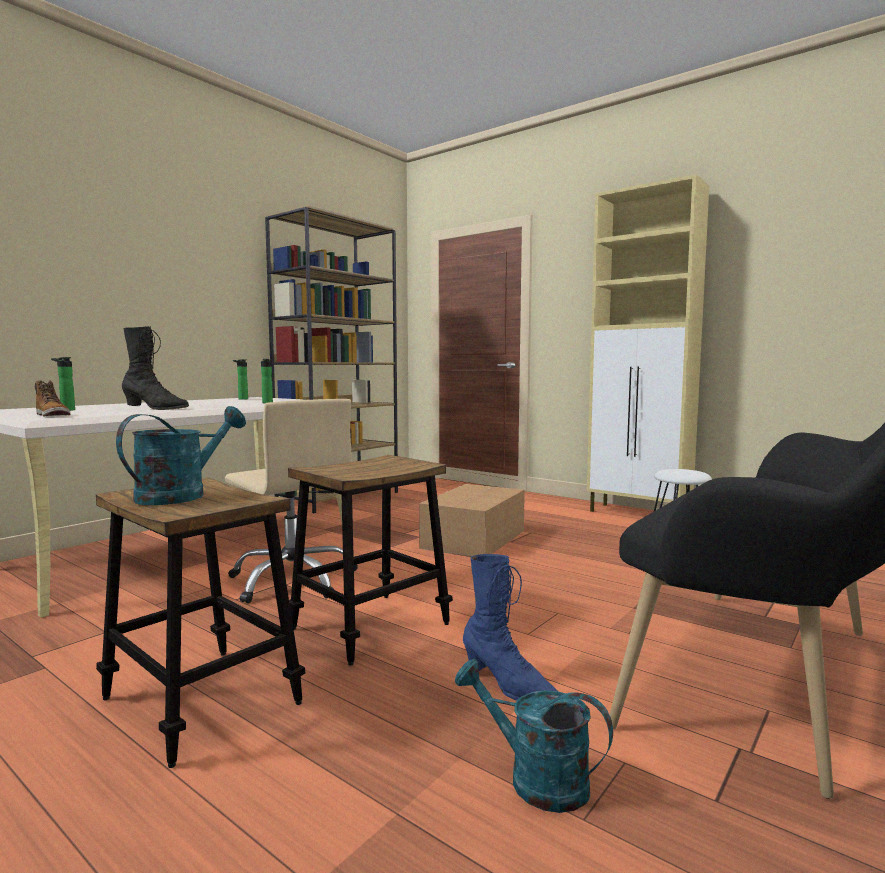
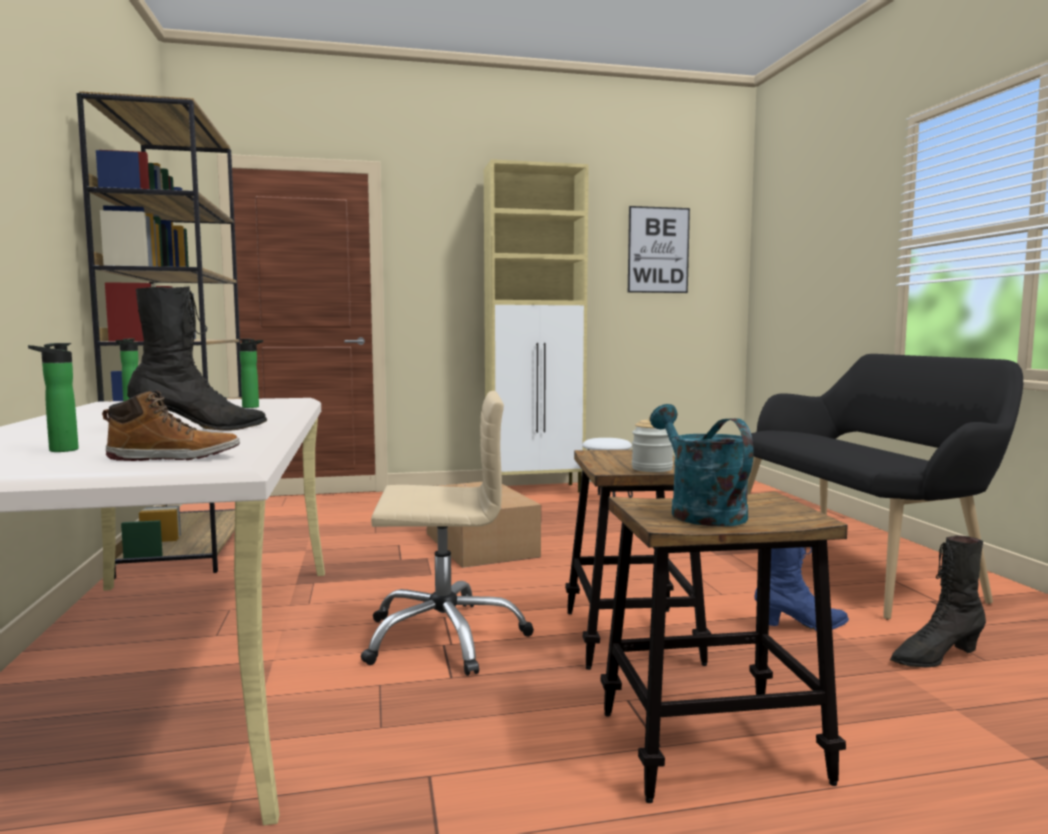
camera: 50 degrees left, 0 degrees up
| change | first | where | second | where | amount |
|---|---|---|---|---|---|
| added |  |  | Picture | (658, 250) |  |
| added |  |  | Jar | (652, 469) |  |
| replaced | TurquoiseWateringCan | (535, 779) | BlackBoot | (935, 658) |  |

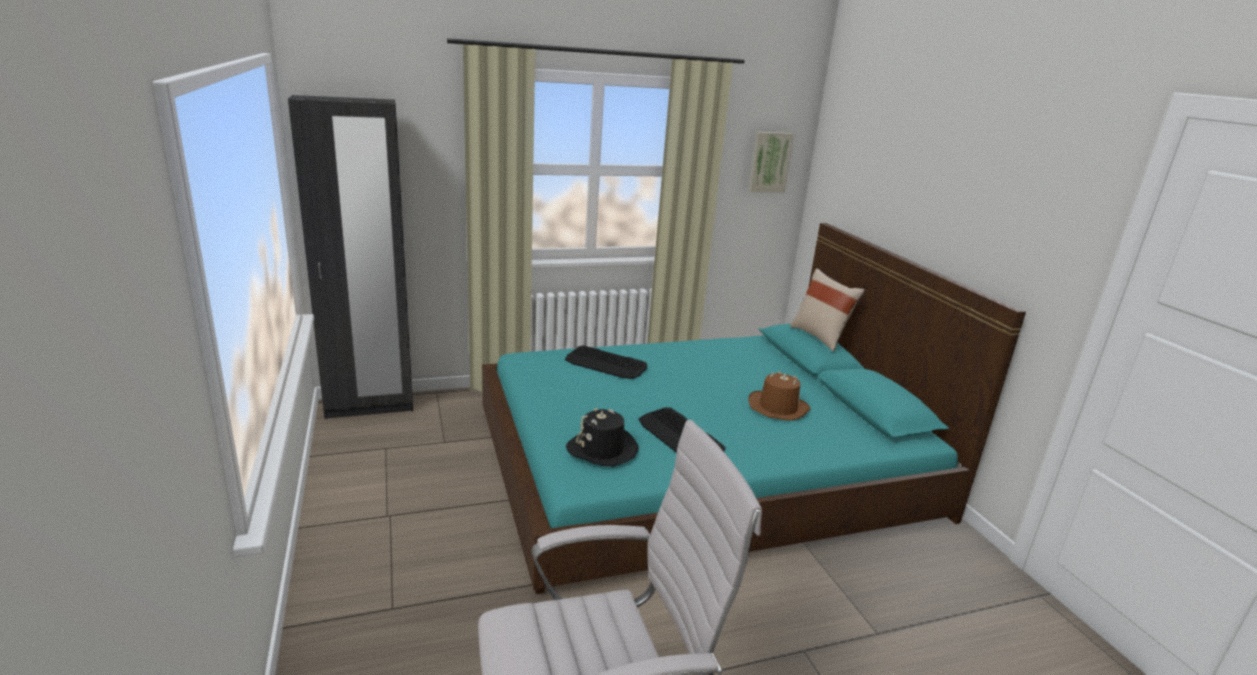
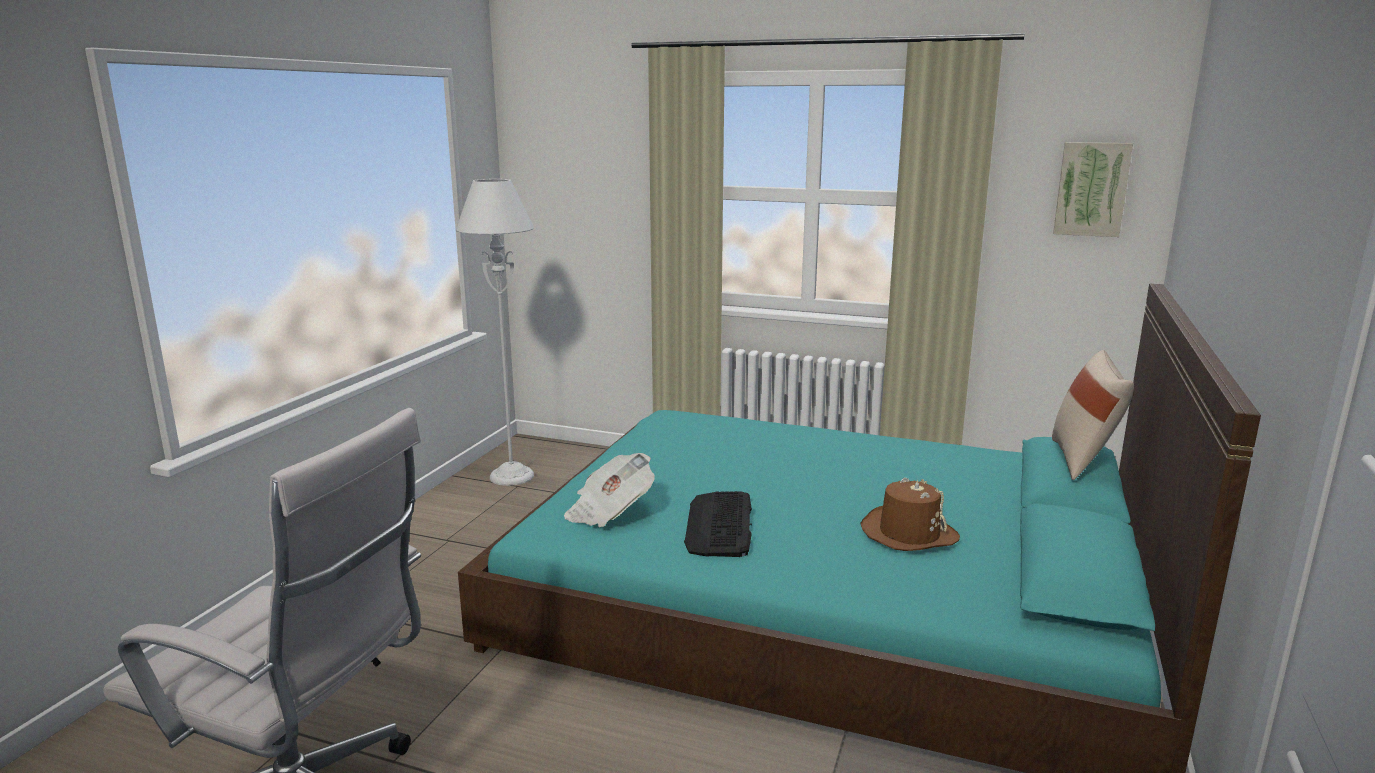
camera: 40 degrees right, 5 degrees down
| change | first | where | second | where | amount |
|---|---|---|---|---|---|
| added |  |  | GreyFloorLamp | (512, 476) |  |
| replaced | BlackHat | (602, 449) | Newspaper | (609, 512) |  |
| removed | BlackWardrobe | (369, 407) |  |  |  |
| removed | Keyboard | (606, 364) |  |  |  |

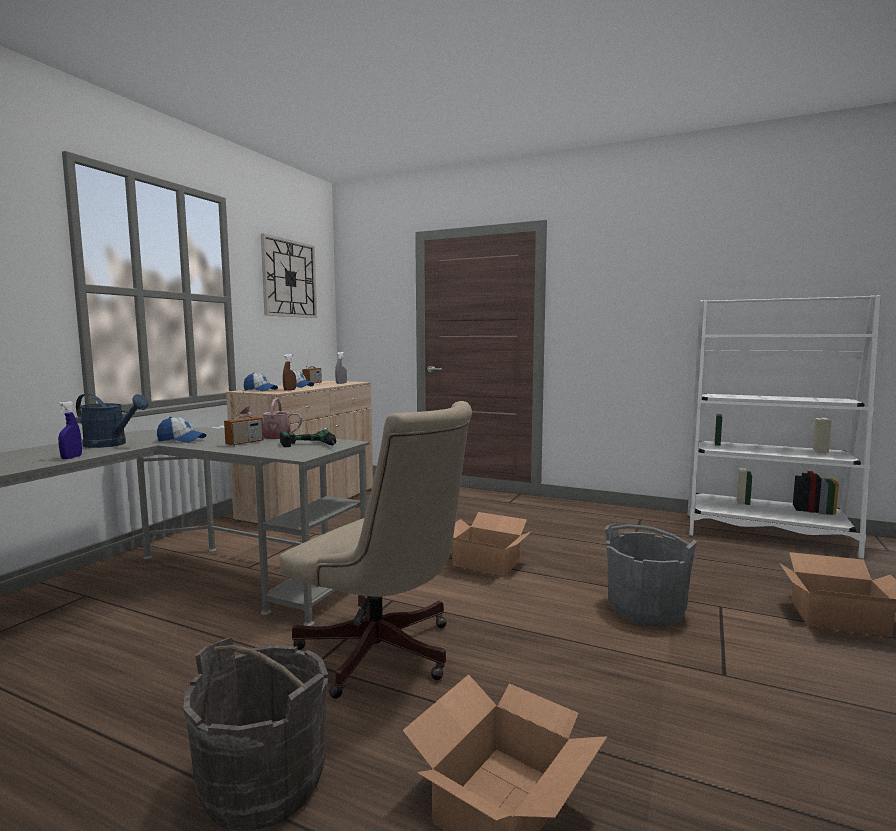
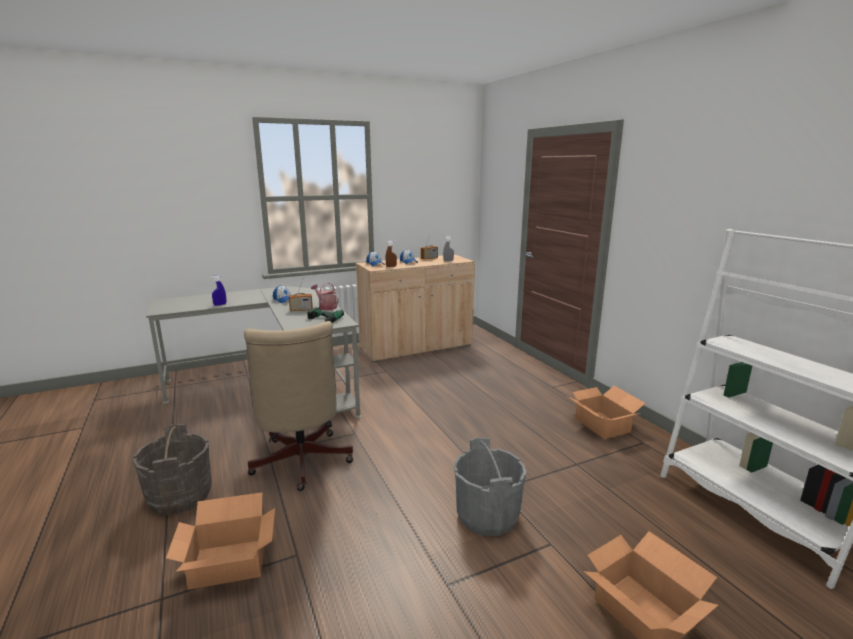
camera: 40 degrees right, 10 degrees up
| change | first | where | second | where | amount |
|---|---|---|---|---|---|
| moved | CardboardBox | (486, 562) |  | (602, 424) |  |
| removed | BlueWateringCan | (111, 444) |  |  |  |
| removed | WallClock | (289, 278) |  |  |  |

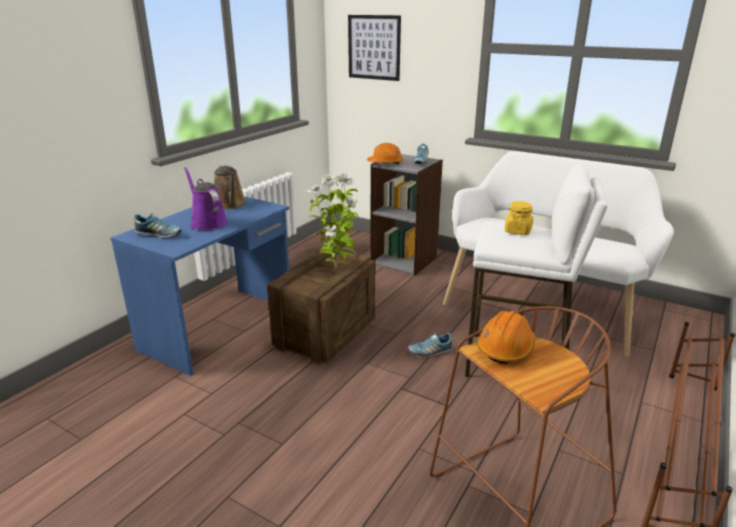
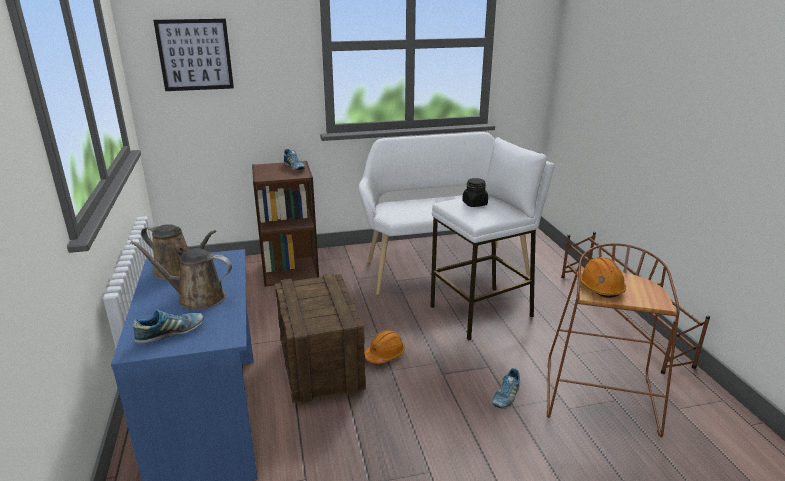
camera: 45 degrees left, 0 degrees up
| change | first | where | second | where | amount |
|---|---|---|---|---|---|
| recoloured | PurpleWateringCan | (207, 222) | BrownWateringCan | (197, 297) |  |
| recoloured | GreyBookcase | (404, 260) | BrownBookcase | (290, 270) |  |
| moved | OrangeHardHat | (385, 163) |  | (385, 354) |  |
| recoloured | YellowJar | (518, 231) | BlackJar | (474, 204) |  |
| moved | Shoe | (429, 352) |  | (505, 396) |  |
| removed | PottedPlant | (336, 268) |  |  |  |

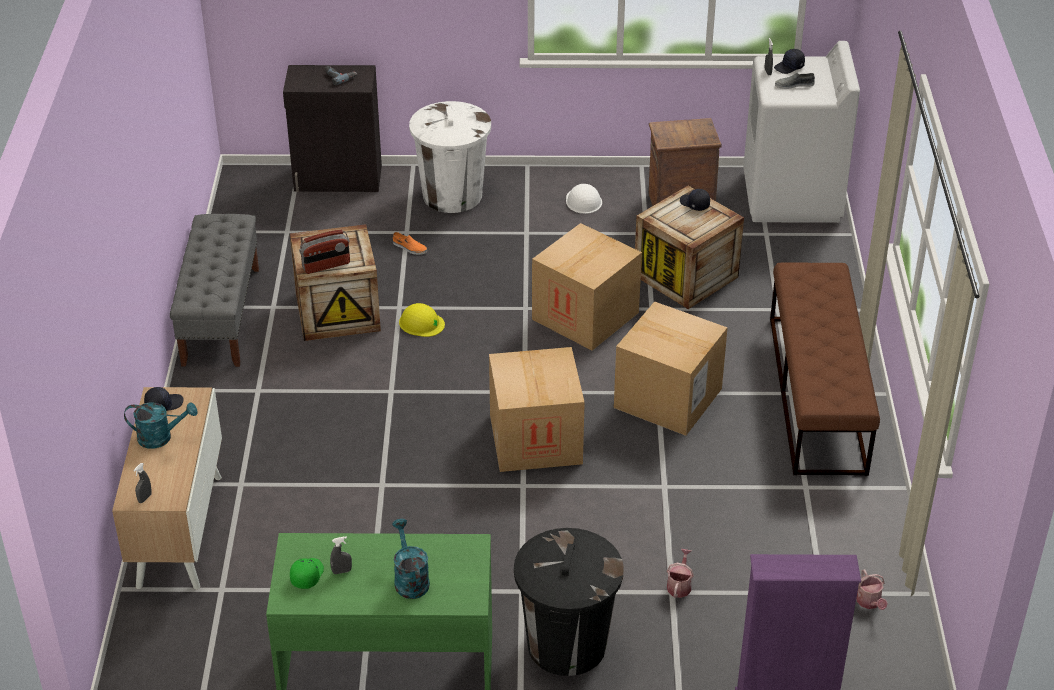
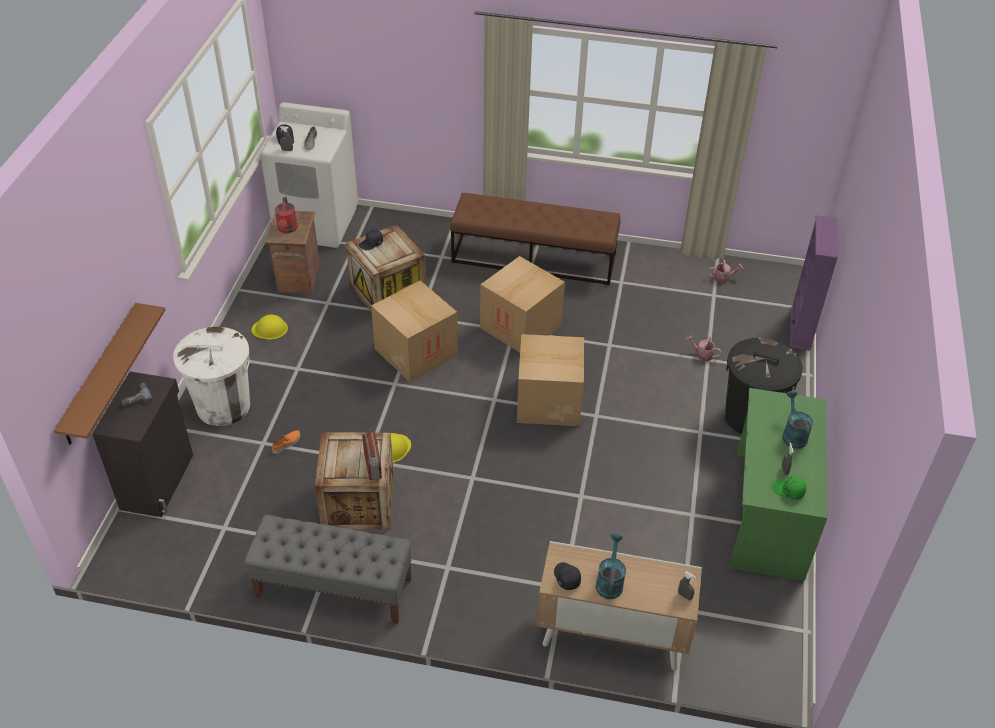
camera: 80 degrees left, 5 degrees up
| change | first | where | second | where | amount |
|---|---|---|---|---|---|
| added |  |  | BrownShelf | (100, 375) |  |
| recoloured | WhiteHardHat | (583, 201) | YellowHardHat | (270, 329) |  |
| added |  |  | RedWateringCan | (287, 229) |  |
| turned | TurquoiseWateringCan | (409, 579) |  | (793, 434) | 90 degrees clockwise |

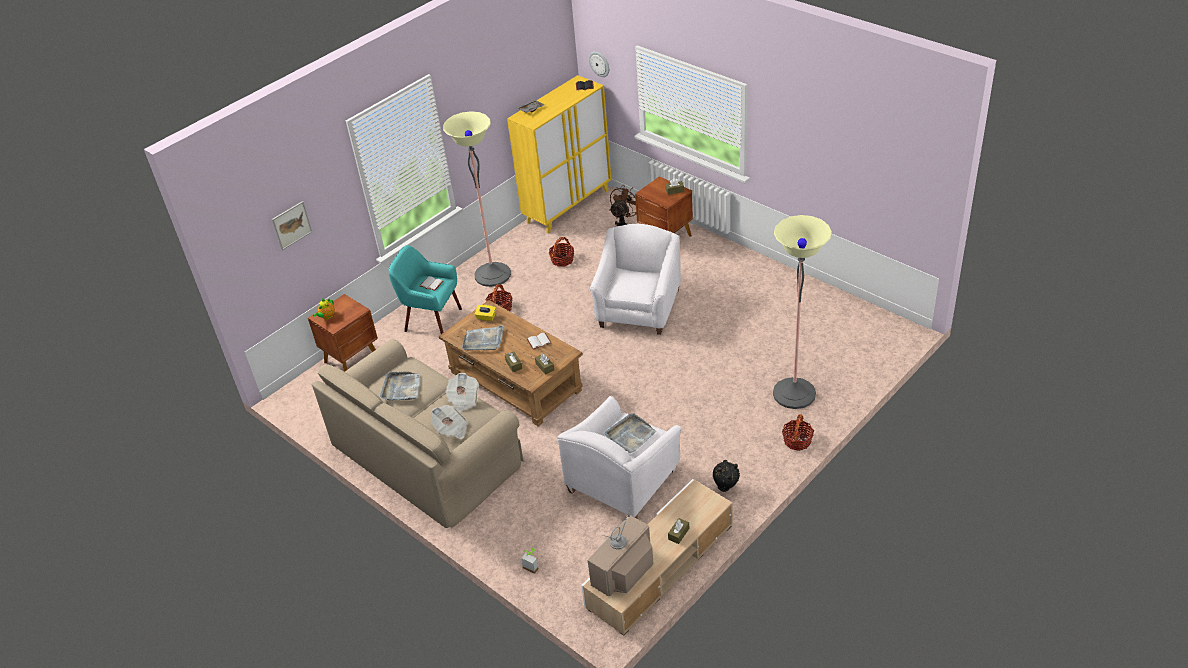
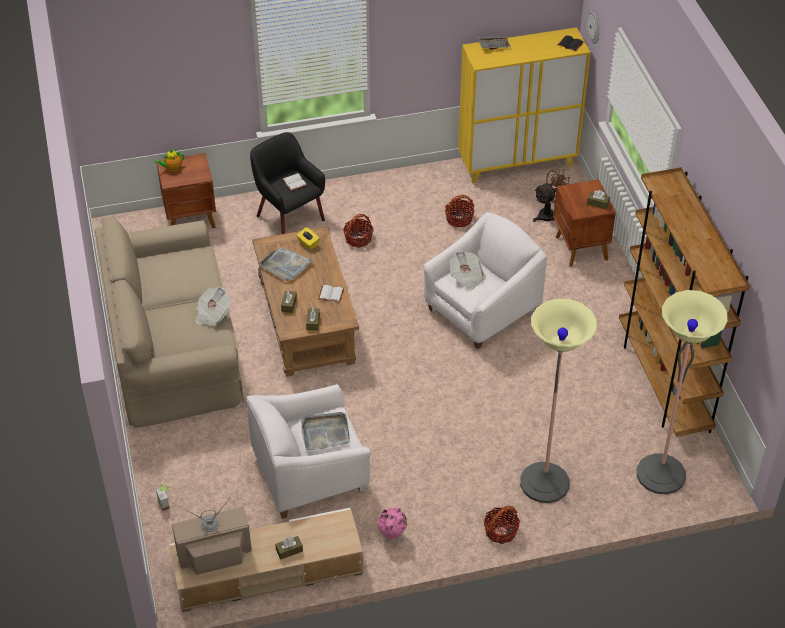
camera: 30 degrees right, 5 degrees up
| change | first | where | second | where | amount |
|---|---|---|---|---|---|
| recoloured | TurquoiseArmchair | (432, 320) | BlackArmchair | (289, 218) |  |
| recoloured | BlackVase | (726, 488) | PinkVase | (392, 535) |  |
| moved | Newspaper | (451, 429) |  | (466, 277) |  |
| added |  |  | BrownBookcase | (663, 382) |  |
| moved | FloorLamp | (492, 275) |  | (660, 474) |  |
| removed | Picture | (291, 225) |  |  |  |
| removed | GreyTray | (401, 388) |  |  |  |

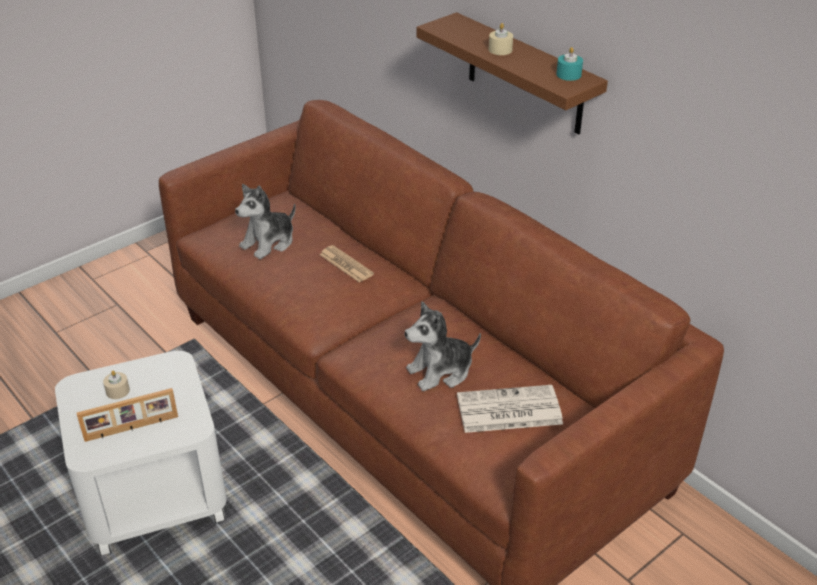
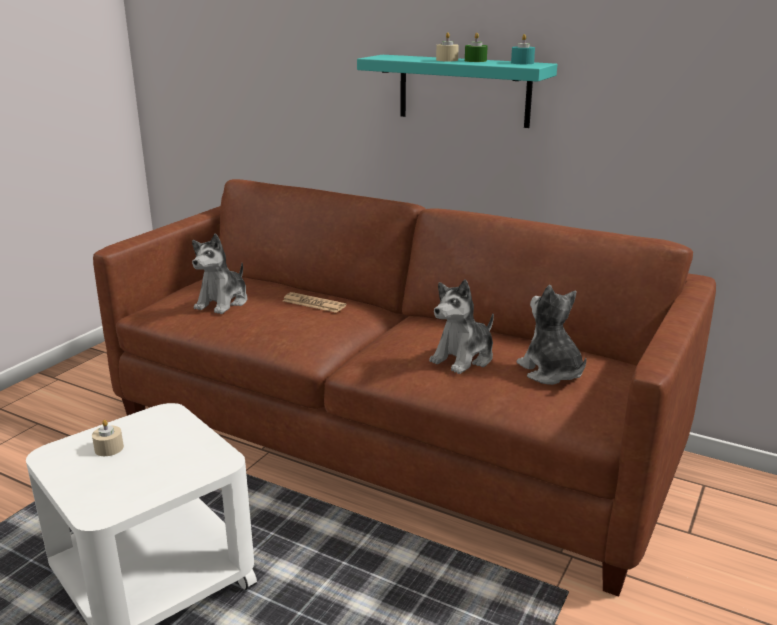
camera: 20 degrees left, 15 degrees down
| change | first | where | second | where | amount |
|---|---|---|---|---|---|
| recoloured | BrownShelf | (525, 75) | TurquoiseShelf | (463, 90) |  |
| added |  |  | GreenCandle | (475, 61) |  |
| replaced | Newspaper | (507, 410) | PlushToy | (551, 372) |  |
| removed | PictureFrame | (132, 429) |  |  |  |

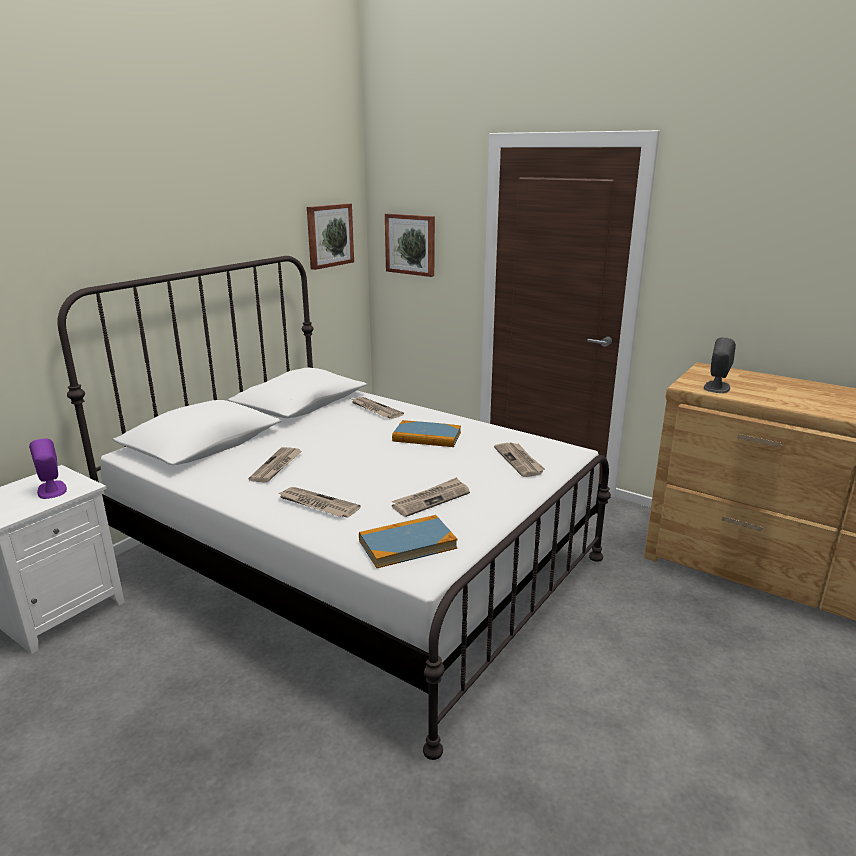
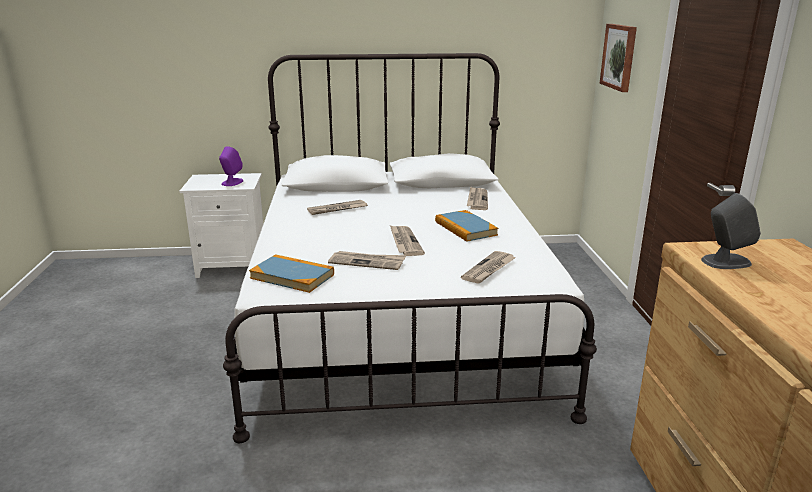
camera: 50 degrees right, 0 degrees up
| change | first | where | second | where | amount |
|---|---|---|---|---|---|
| moved | Newspaper | (317, 504) |  | (404, 242) |  |
| removed | Picture | (329, 235) |  |  |  |

